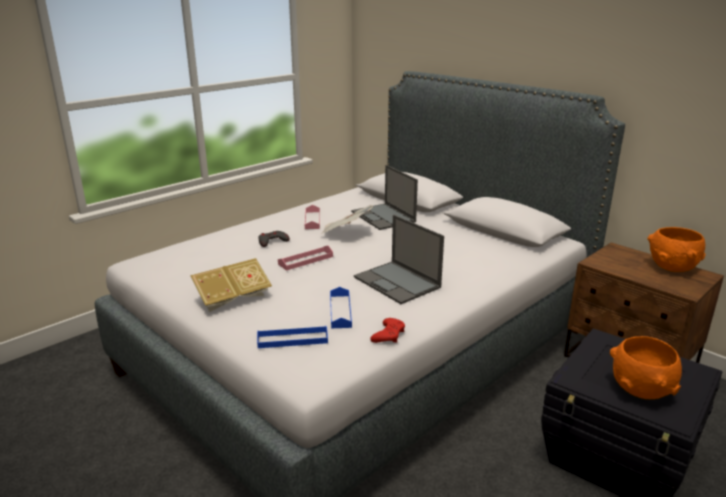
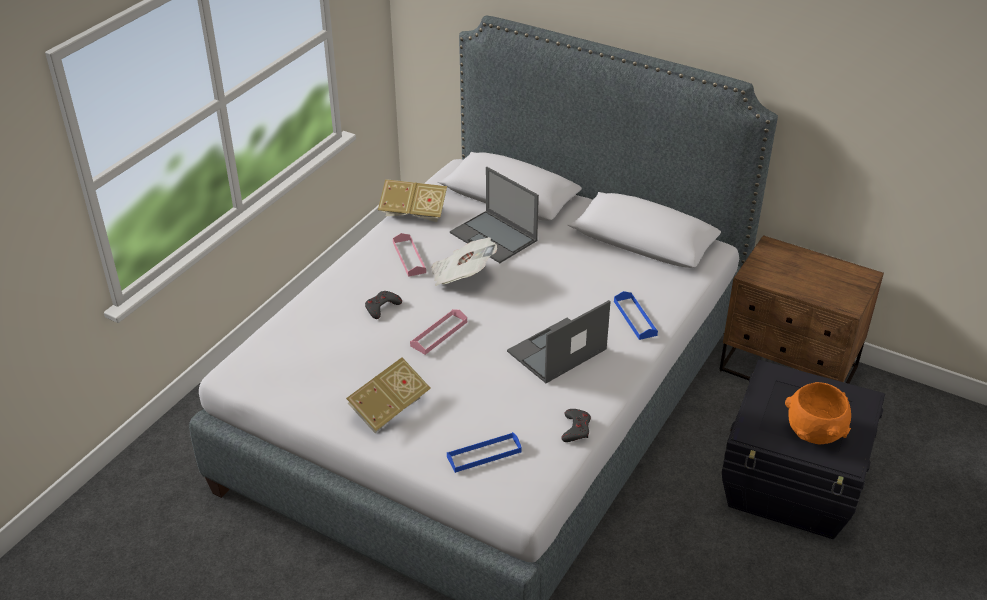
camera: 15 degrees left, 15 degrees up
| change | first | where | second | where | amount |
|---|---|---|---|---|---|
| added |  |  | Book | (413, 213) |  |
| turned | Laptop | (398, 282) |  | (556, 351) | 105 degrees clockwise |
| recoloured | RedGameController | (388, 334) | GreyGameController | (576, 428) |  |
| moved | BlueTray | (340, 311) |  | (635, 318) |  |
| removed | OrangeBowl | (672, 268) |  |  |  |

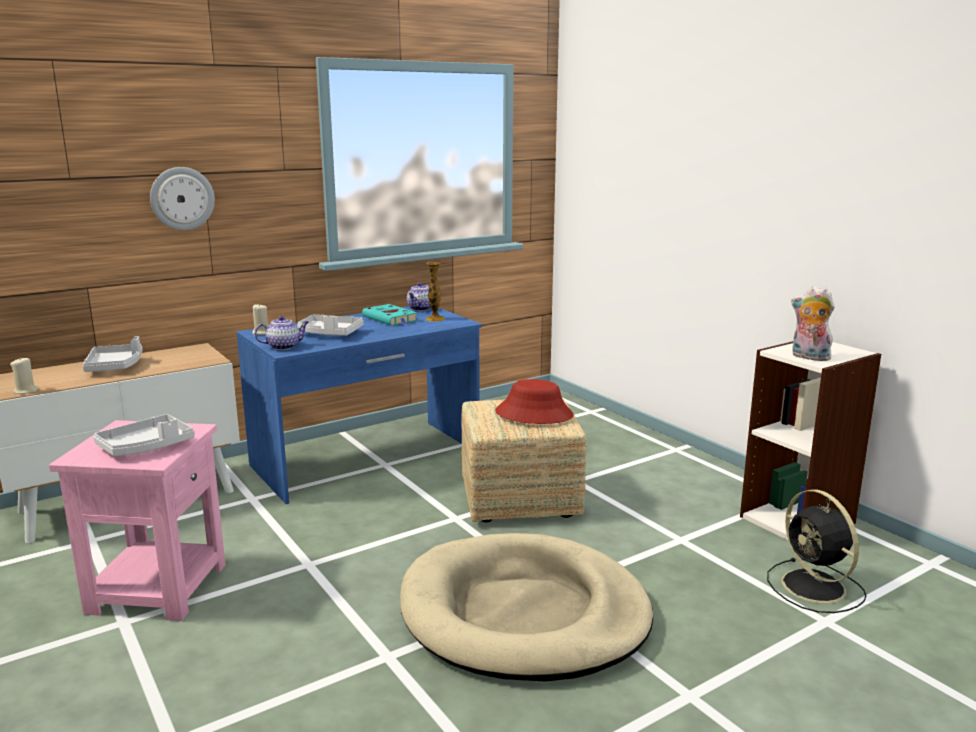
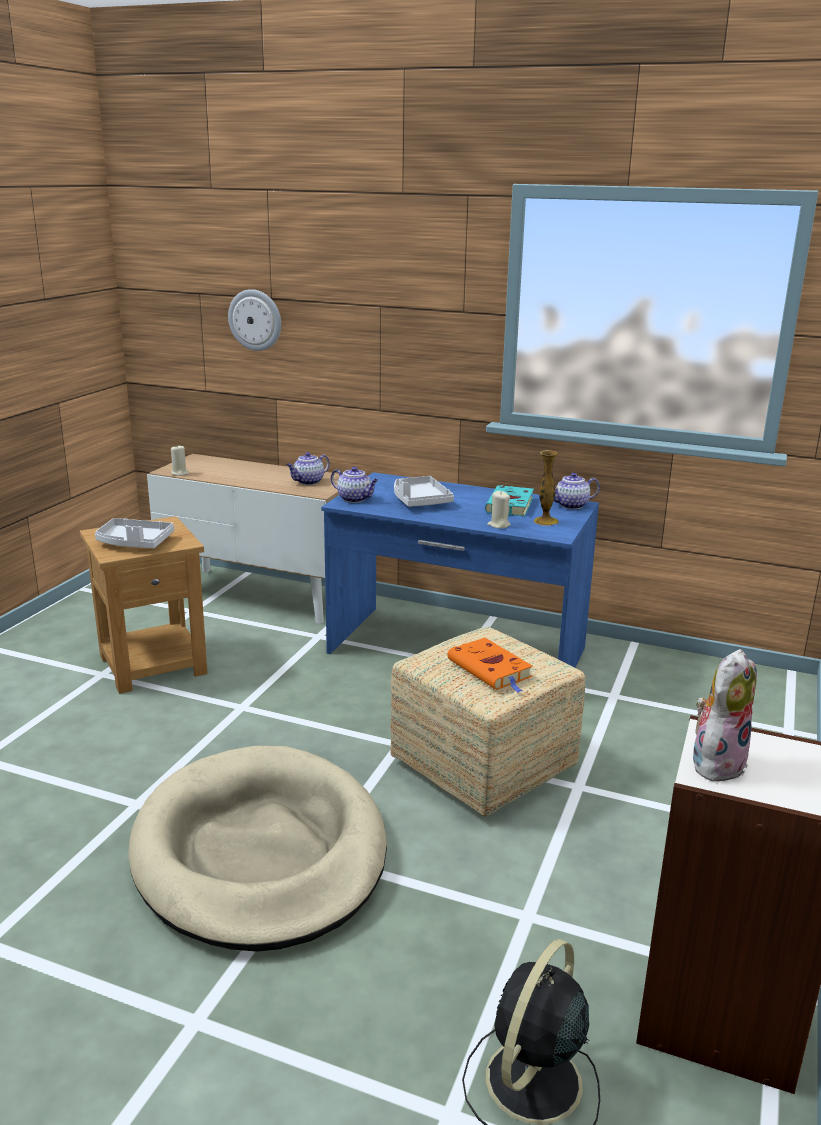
camera: 55 degrees right, 5 degrees up
| change | first | where | second | where | amount |
|---|---|---|---|---|---|
| recoloured | PinkSideTable | (158, 587) | BrownSideTable | (154, 664) |  |
| moved | WallClock | (182, 198) |  | (255, 320) |  |
| added |  |  | Teapot | (308, 482) |  |
| replaced | RedHat | (534, 414) | OrangeBook | (491, 670) |  |
| moved | BeigeCandle | (261, 333) |  | (498, 525) |  |
| turned | PlushToy | (808, 357) |  | (716, 762) | 45 degrees clockwise |
| removed | GreyTray | (115, 366) |  |  |  |

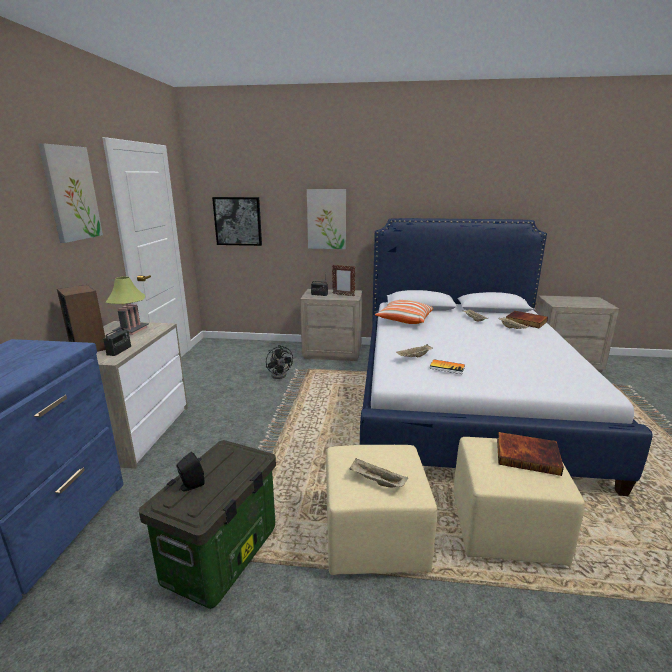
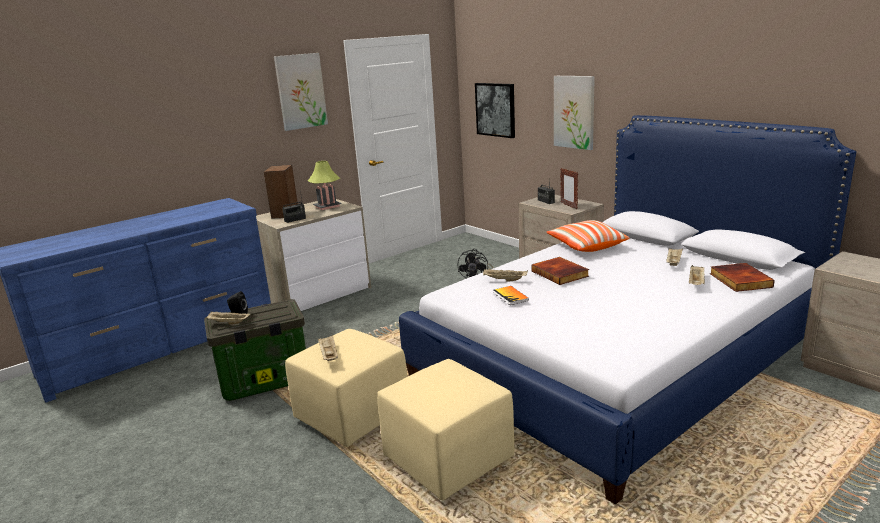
camera: 45 degrees right, 0 degrees up
| change | first | where | second | where | amount |
|---|---|---|---|---|---|
| added |  |  | BeigeTray | (228, 323) |  |
| moved | Book | (527, 455) |  | (560, 273) |  |

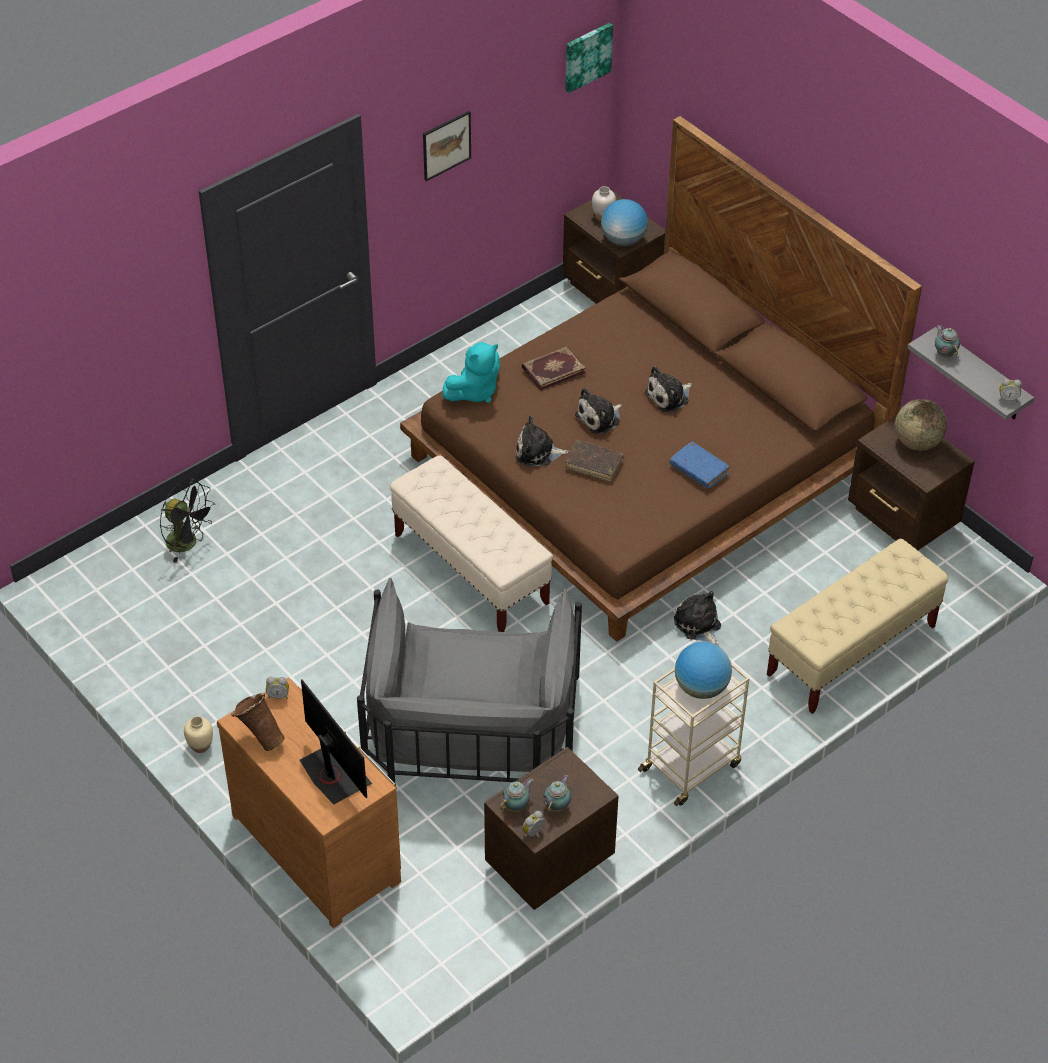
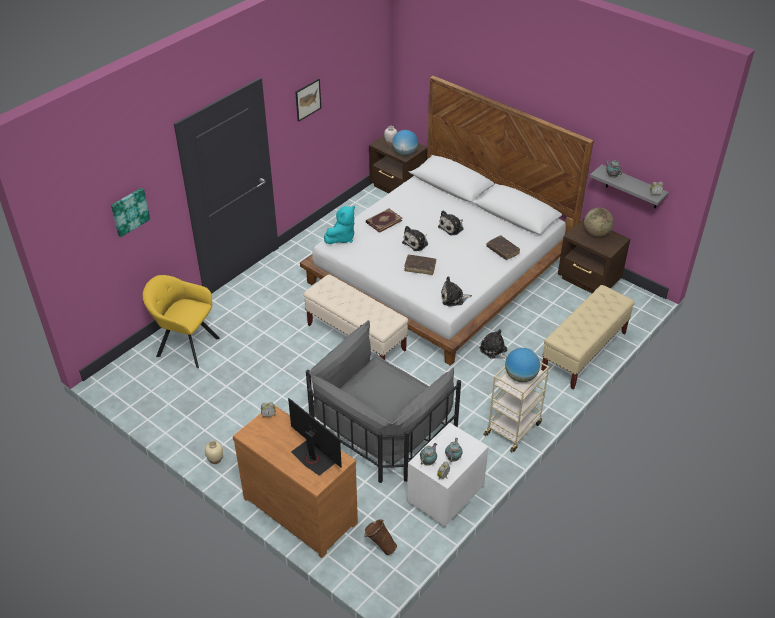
camera: 10 degrees left, 5 degrees down
| change | first | where | second | where | amount |
|---|---|---|---|---|---|
| moved | Picture | (587, 56) |  | (129, 211) |  |
| replaced | BlackFan | (188, 543) | YellowArmchair | (185, 345) |  |
| recoloured | BrownBed | (644, 463) | WhiteBed | (439, 270) |  |
| turned | GreyArmchair | (471, 732) |  | (378, 427) | 45 degrees clockwise |
| moved | BrownVase | (260, 738) |  | (380, 547) |  |
| recoloured | BrownNightstand | (547, 862) | WhiteNightstand | (444, 497) |  |
| moved | PlushToy | (537, 452) |  | (453, 298) |  |
| added |  |  | BrownBook | (502, 250) |  |
| removed | BlueBook | (699, 470) |  |  |  |

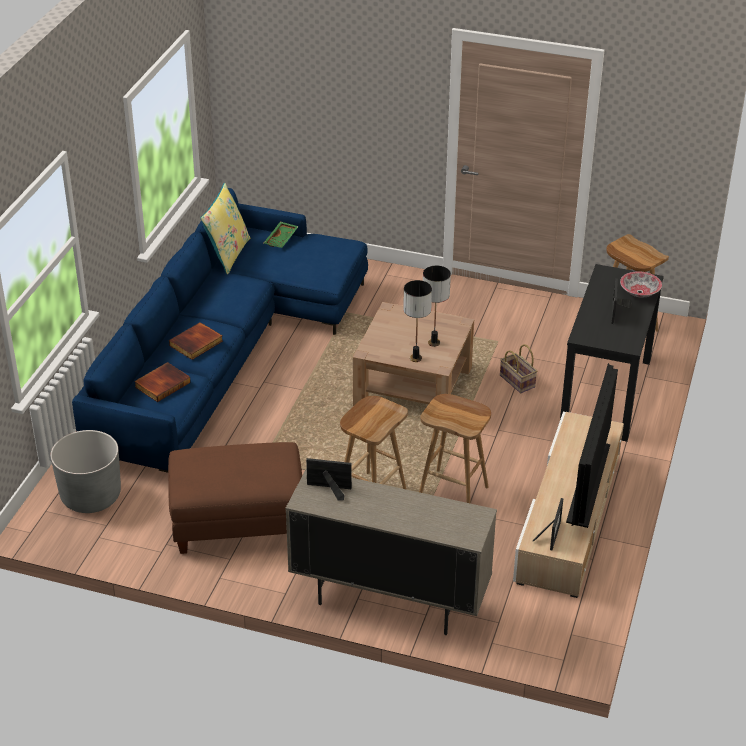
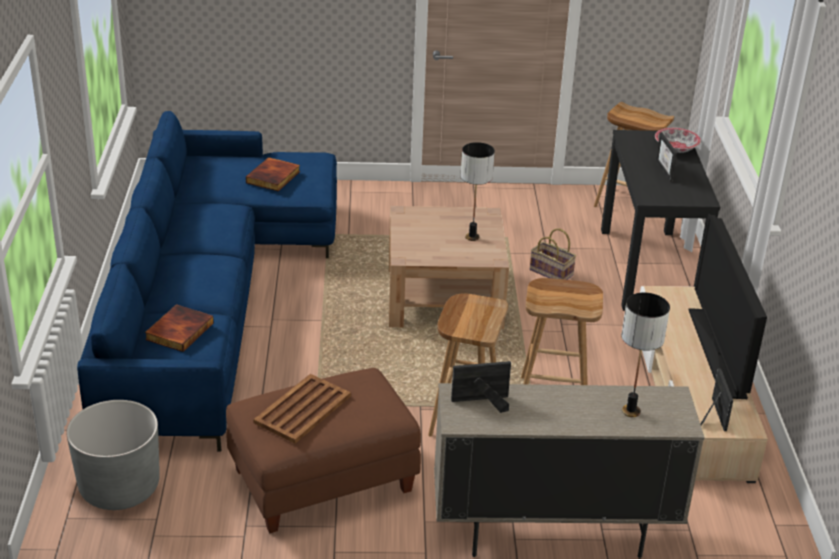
camera: 20 degrees left, 5 degrees down
| change | first | where | second | where | amount |
|---|---|---|---|---|---|
| moved | Book | (196, 344) |  | (274, 177) |  |
| added |  |  | BrownTray | (302, 409) |  |
| moved | TableLamp | (416, 358) |  | (631, 411) |  |
| removed | YellowPillow | (227, 254) |  |  |  |
| removed | GreenTray | (282, 239) |  |  |  |

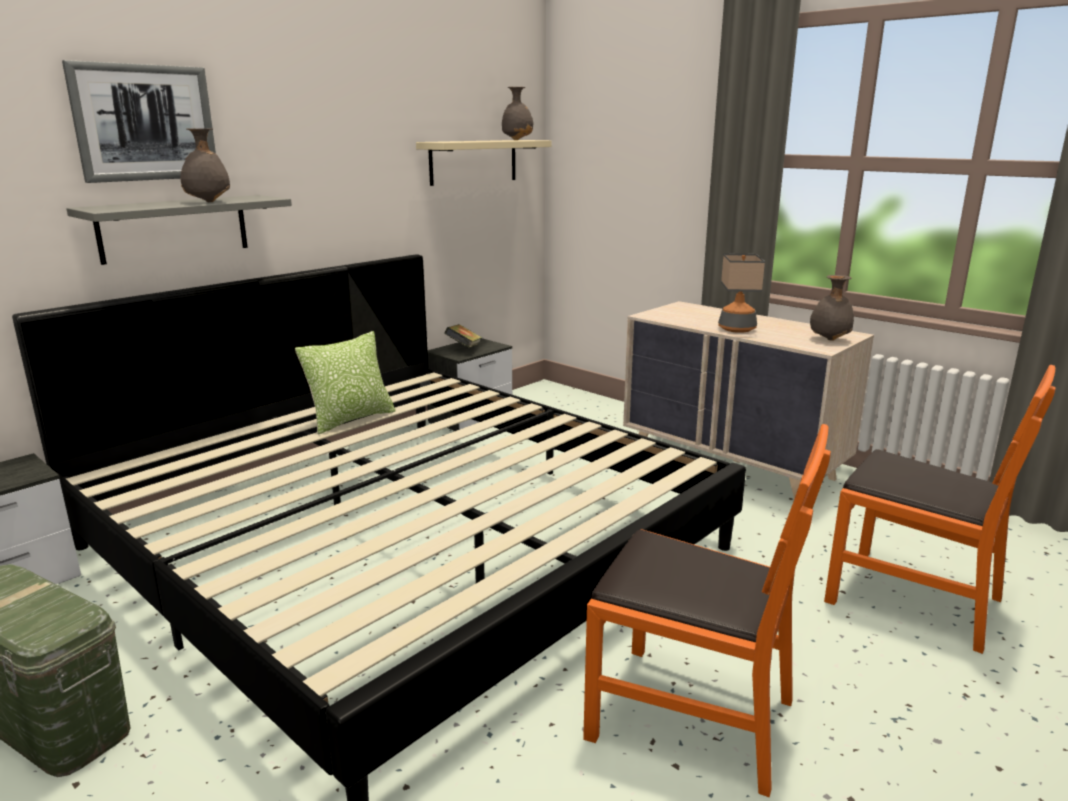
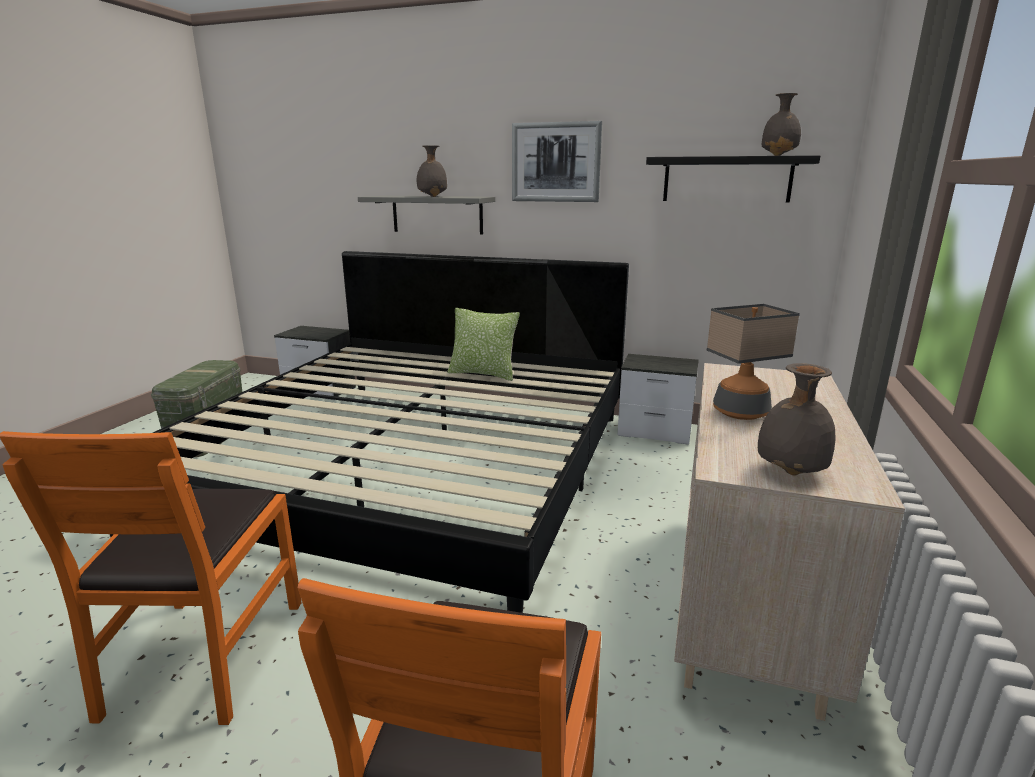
camera: 65 degrees right, 0 degrees up
| change | first | where | second | where | amount |
|---|---|---|---|---|---|
| moved | Picture | (145, 123) |  | (555, 162) |  |
| recoloured | BeigeShelf | (473, 161) | BlackShelf | (726, 179) |  |
| removed | Book | (464, 349) |  |  |  |

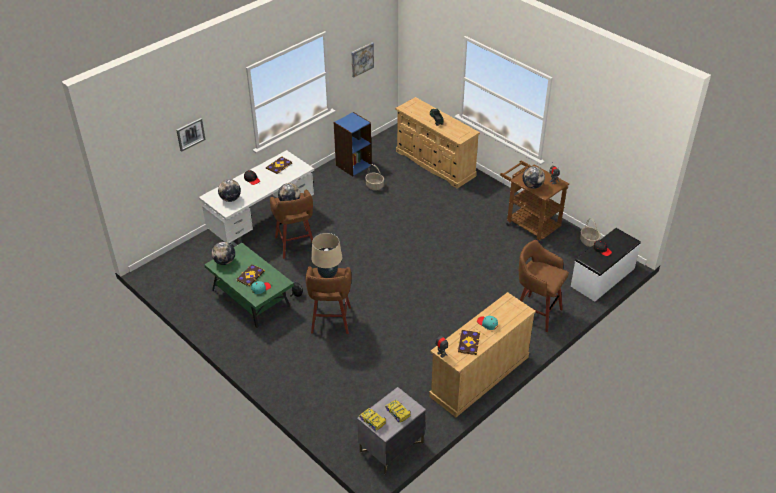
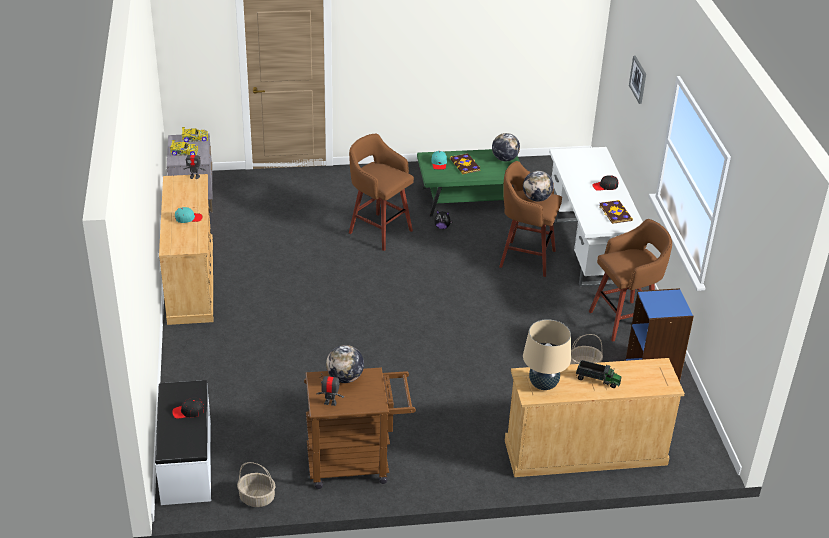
camera: 125 degrees right, 5 degrees down
| change | first | where | second | where | amount |
|---|---|---|---|---|---|
| moved | BeigeTableLamp | (328, 274) |  | (543, 384) |  |
| moved | BrownStool | (536, 312) |  | (624, 320) |  |
| removed | Globe | (230, 199) |  |  |  |
| removed | Picture | (362, 59) |  |  |  |
| removed | Book | (468, 343) |  |  |  |

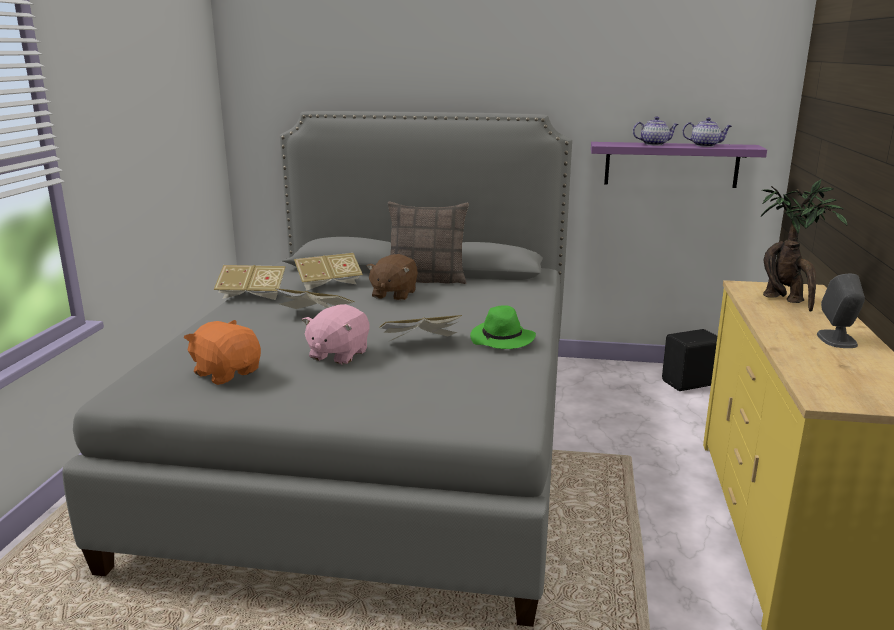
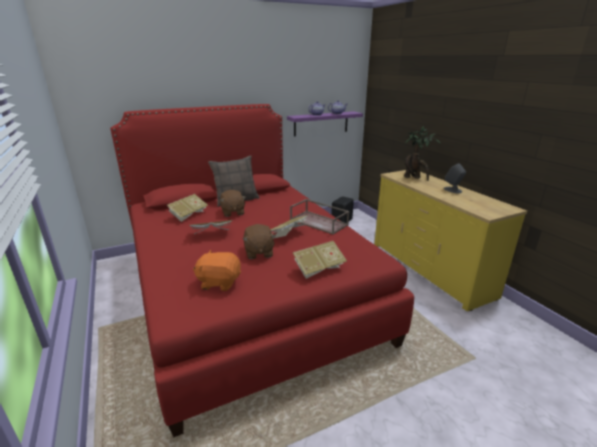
camera: 35 degrees left, 5 degrees up
| change | first | where | second | where | amount |
|---|---|---|---|---|---|
| recoloured | GreyBed | (380, 440) | RedBed | (246, 291) |  |
| recoloured | PinkPlushToy | (338, 355) | BrownPlushToy | (258, 252) |  |
| replaced | GreenHat | (502, 340) | BrownTray | (319, 222) |  |
| moved | Book | (252, 295) |  | (318, 269) |  |

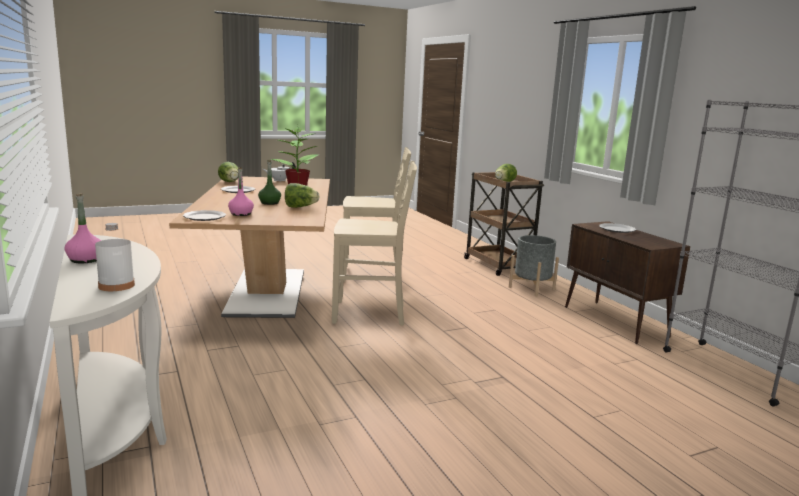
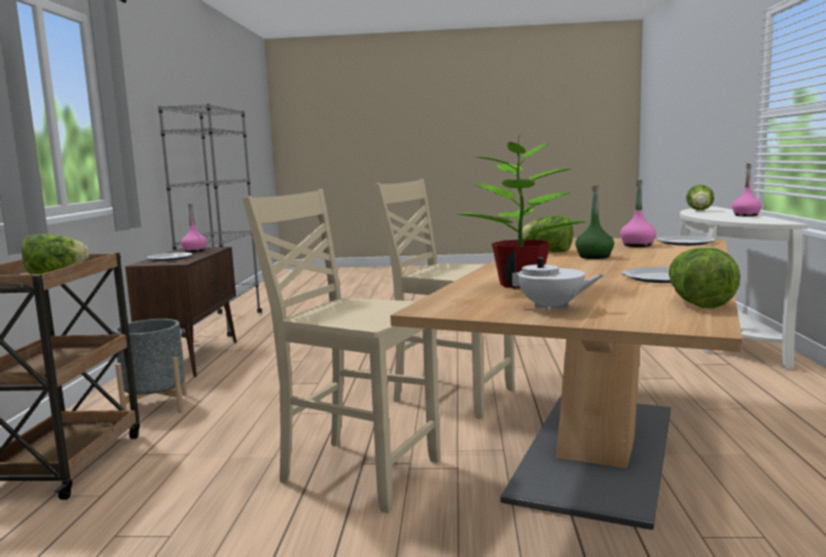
camera: 150 degrees left, 5 degrees down
| change | first | where | second | where | amount |
|---|---|---|---|---|---|
| added |  |  | PinkBottle | (195, 251) |  |
| replaced | WhiteBottle | (116, 285) | Lettuce | (700, 210) |  |

